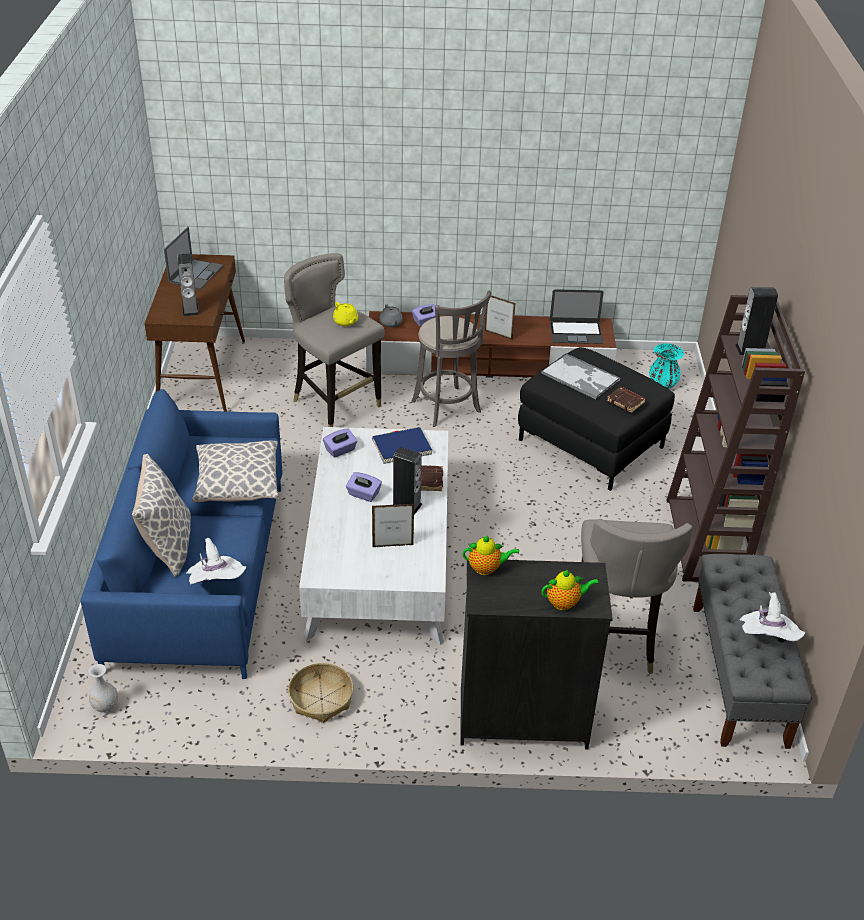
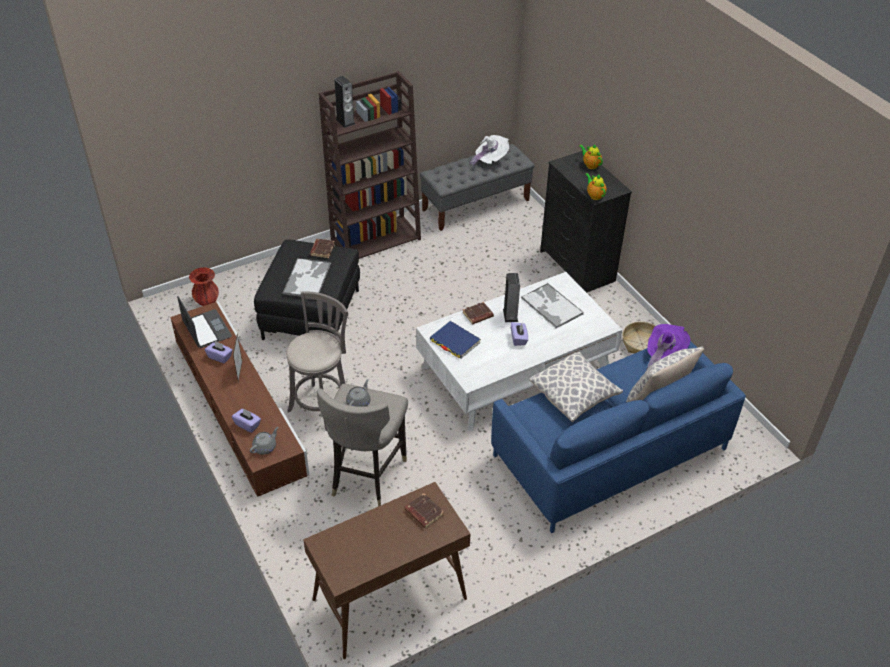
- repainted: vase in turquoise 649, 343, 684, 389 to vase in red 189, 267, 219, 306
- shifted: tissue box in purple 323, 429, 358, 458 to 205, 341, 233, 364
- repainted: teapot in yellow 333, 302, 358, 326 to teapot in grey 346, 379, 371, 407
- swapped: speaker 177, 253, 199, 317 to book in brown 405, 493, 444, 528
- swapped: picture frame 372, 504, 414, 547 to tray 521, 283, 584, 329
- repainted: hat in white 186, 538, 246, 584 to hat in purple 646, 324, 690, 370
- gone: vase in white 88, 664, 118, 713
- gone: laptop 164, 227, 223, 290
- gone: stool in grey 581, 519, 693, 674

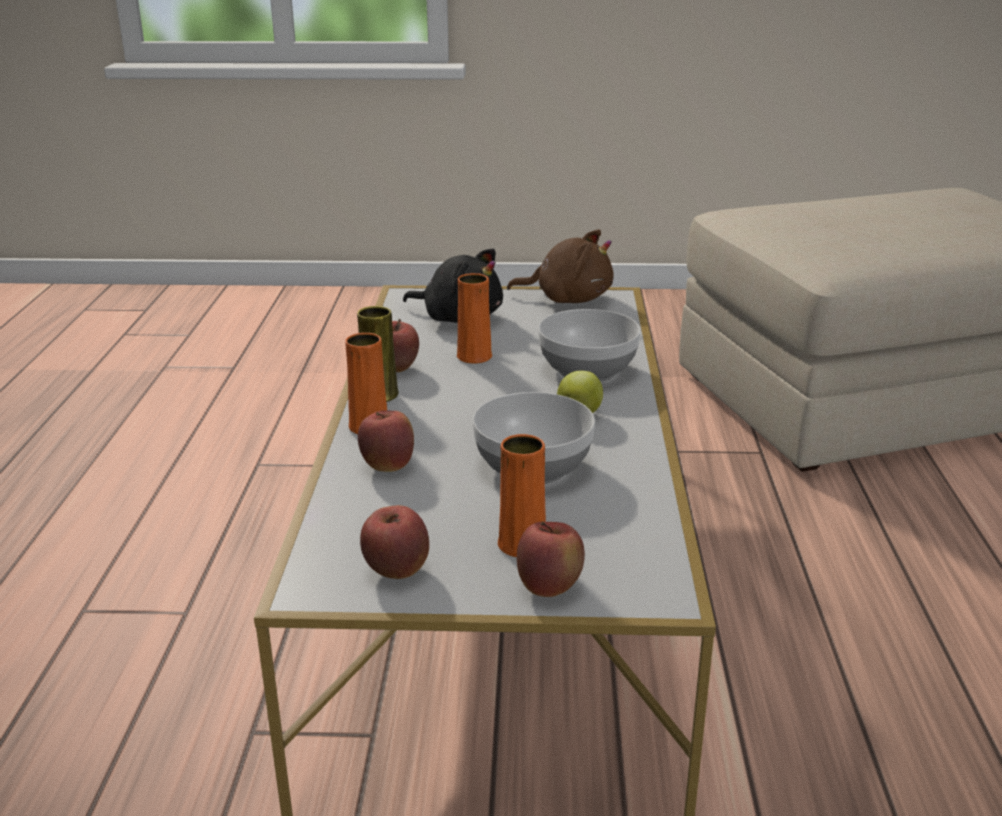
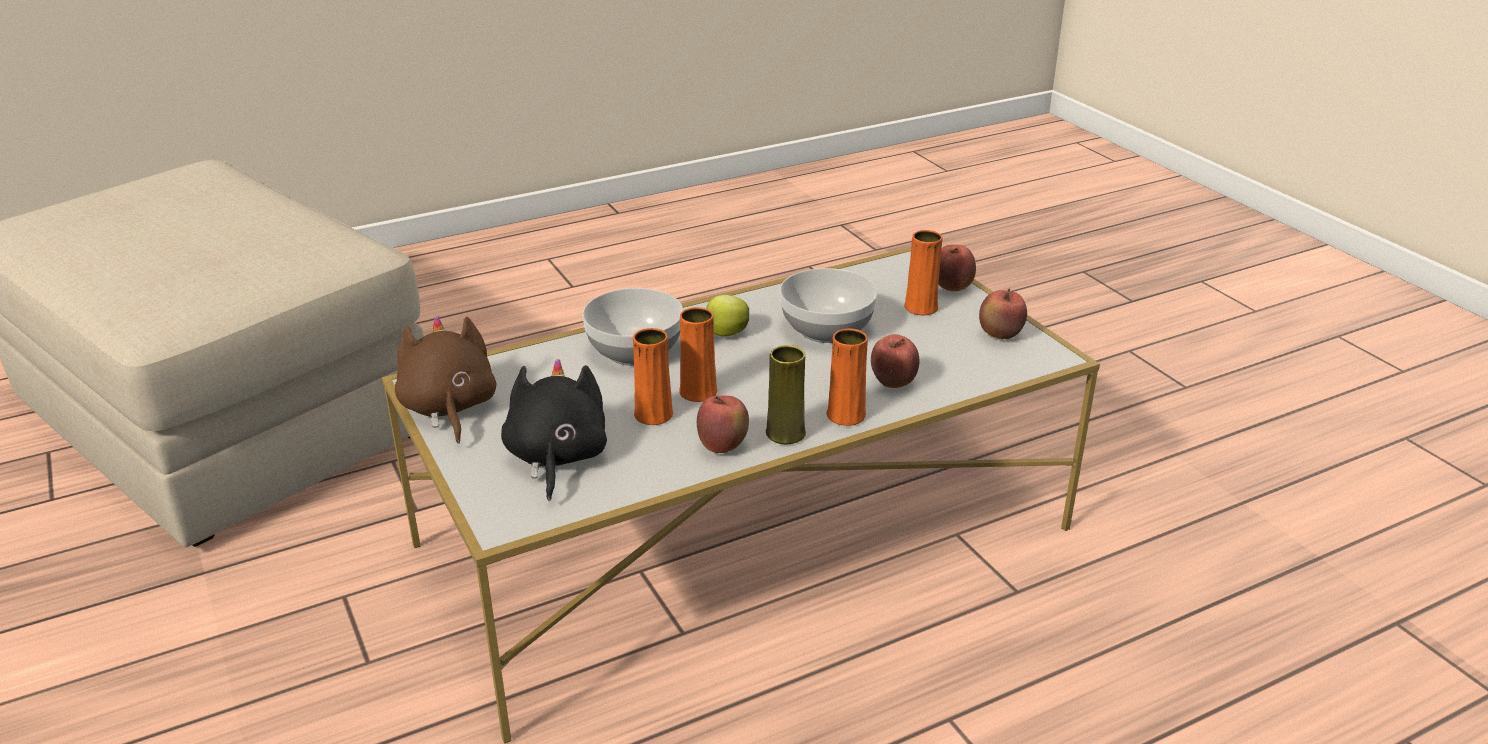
- new: vase in orange 679, 307, 717, 402

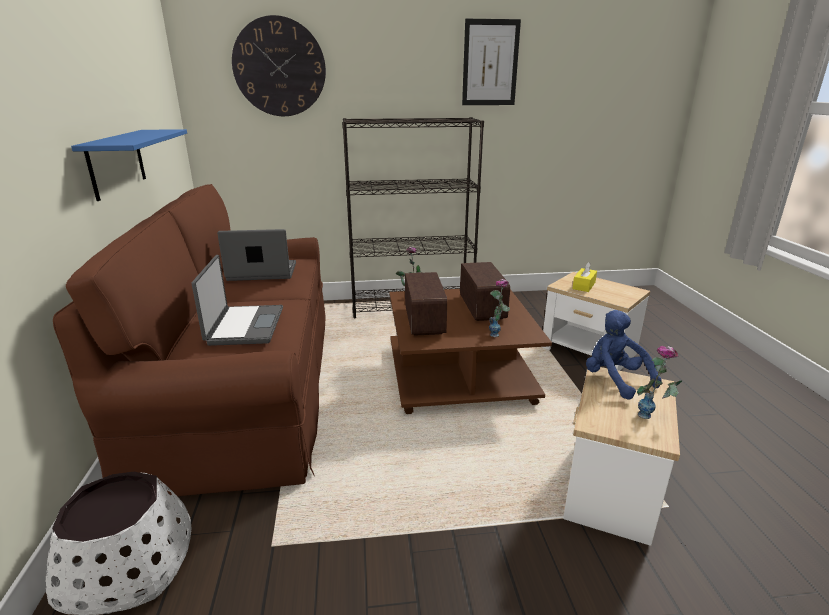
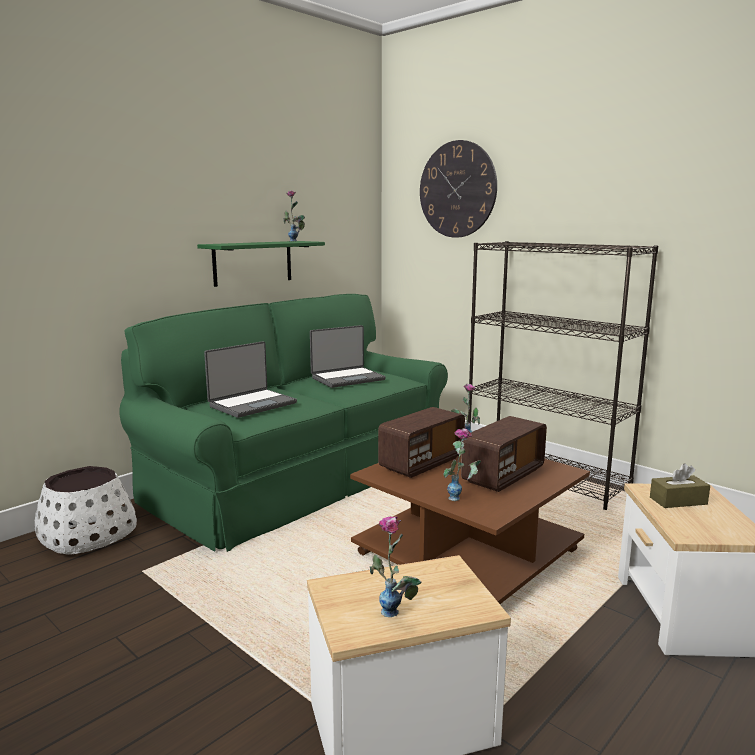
- repainted: sofa in brown 53, 184, 326, 496 to sofa in green 120, 294, 448, 552
- repainted: shelf in blue 71, 129, 187, 201 to shelf in green 197, 241, 325, 287
- new: vase 284, 190, 305, 241
- rotated: laptop 217, 229, 296, 281 = 310, 325, 386, 388 105 degrees clockwise
- repainted: tissue box in yellow 572, 262, 597, 292 to tissue box in brown 650, 463, 710, 508
- gone: picture 462, 19, 521, 105
- gone: plush toy in blue 586, 310, 662, 400

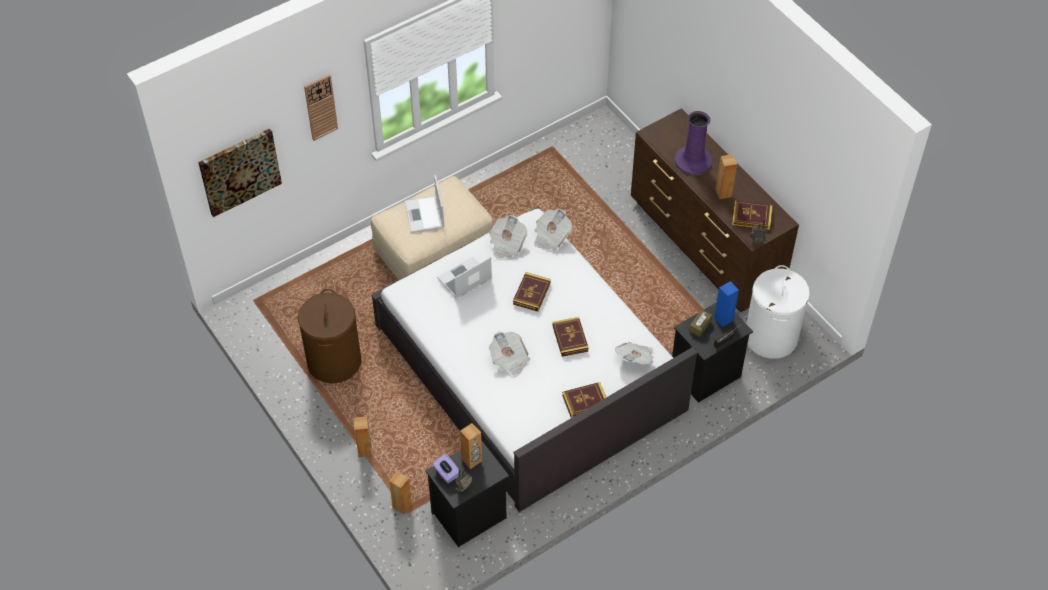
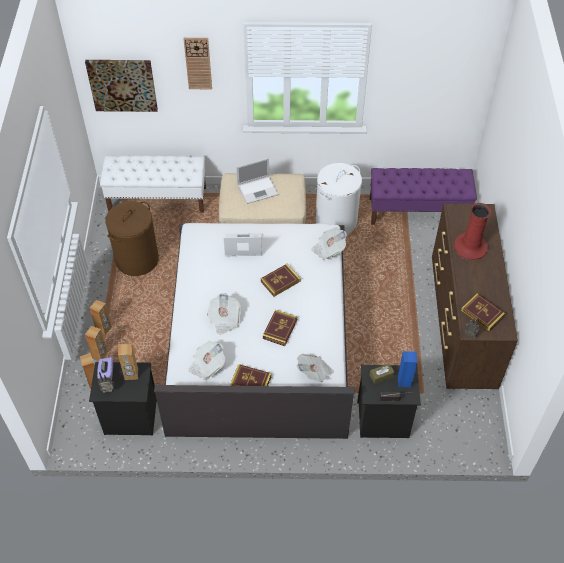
- shifted: speaker in brown 716, 154, 737, 199 to 85, 326, 107, 360
- new: bench in white 100, 155, 206, 213
- shifted: newspaper 490, 215, 528, 258 to 188, 341, 225, 380
- rotated: laptop 405, 175, 444, 233 = 236, 158, 279, 204 135 degrees counterclockwise
- shifted: laundry basket in white 746, 265, 810, 359 to 316, 163, 362, 234
- new: bench in purple 370, 168, 477, 225
- repainted: vase in purple 675, 111, 712, 175 to vase in red 454, 203, 491, 260

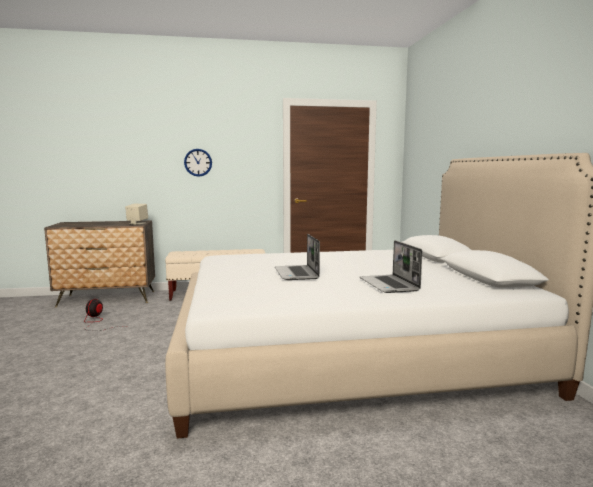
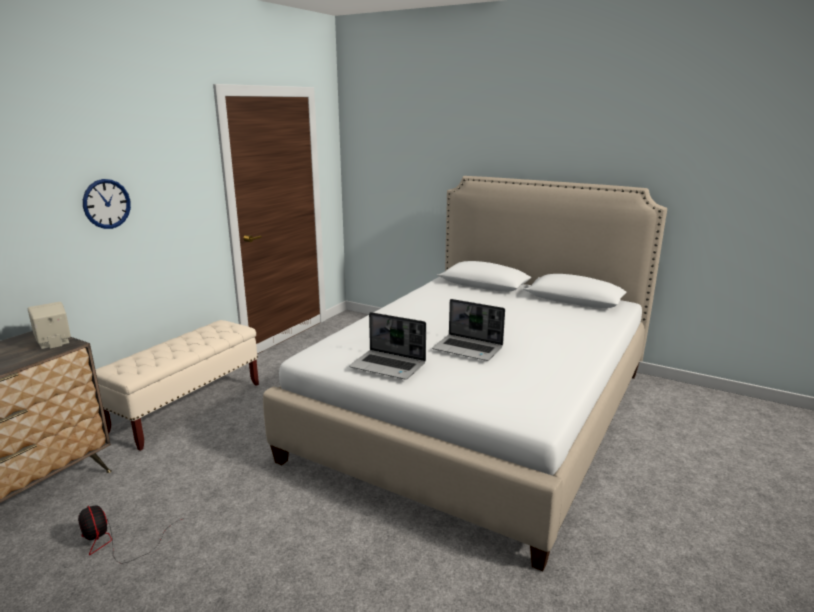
- shifted: laptop 360, 240, 422, 293 to 349, 312, 426, 380

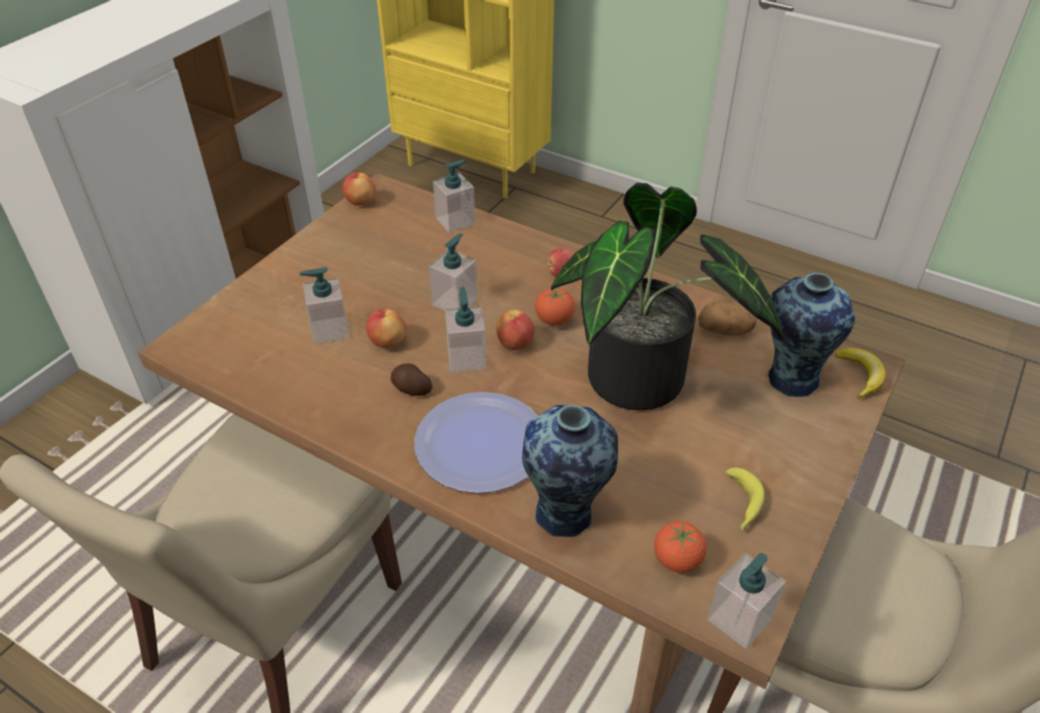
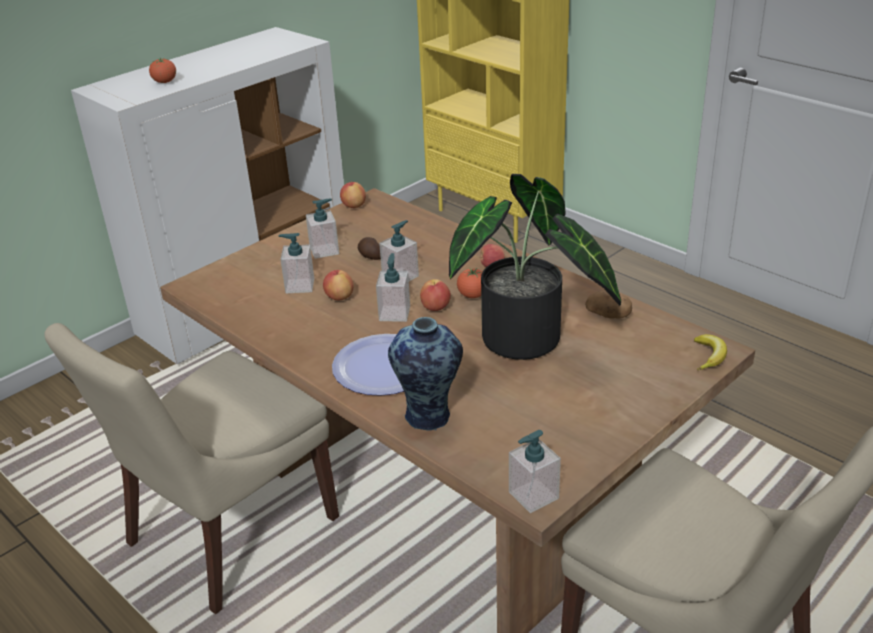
- shifted: tomato 654, 521, 707, 573 to 149, 58, 176, 83
- shifted: soap dispenser 433, 159, 475, 233 to 306, 199, 339, 259
- shifted: potato 391, 364, 432, 396 to 358, 237, 381, 260
- gone: banana 725, 468, 765, 530
- gone: vase 766, 273, 855, 397

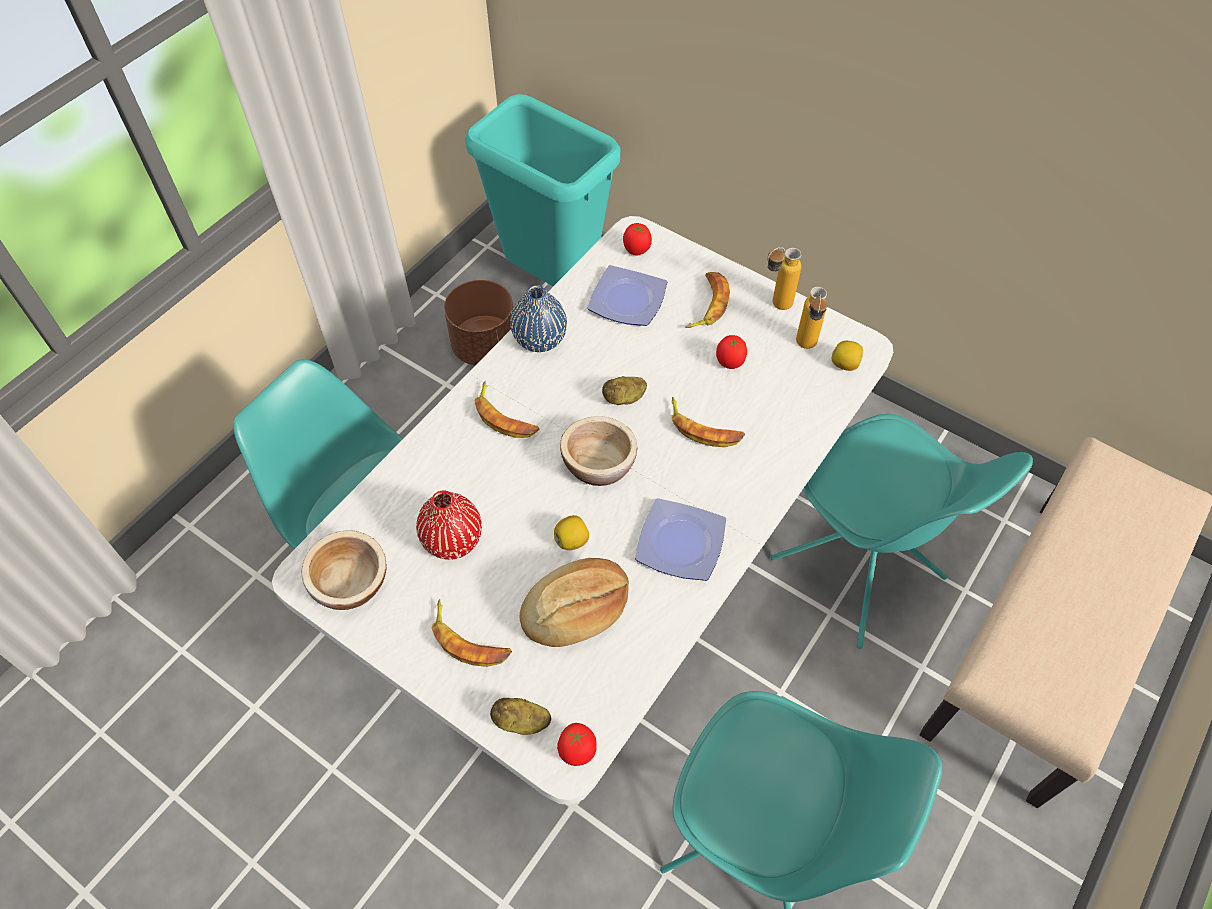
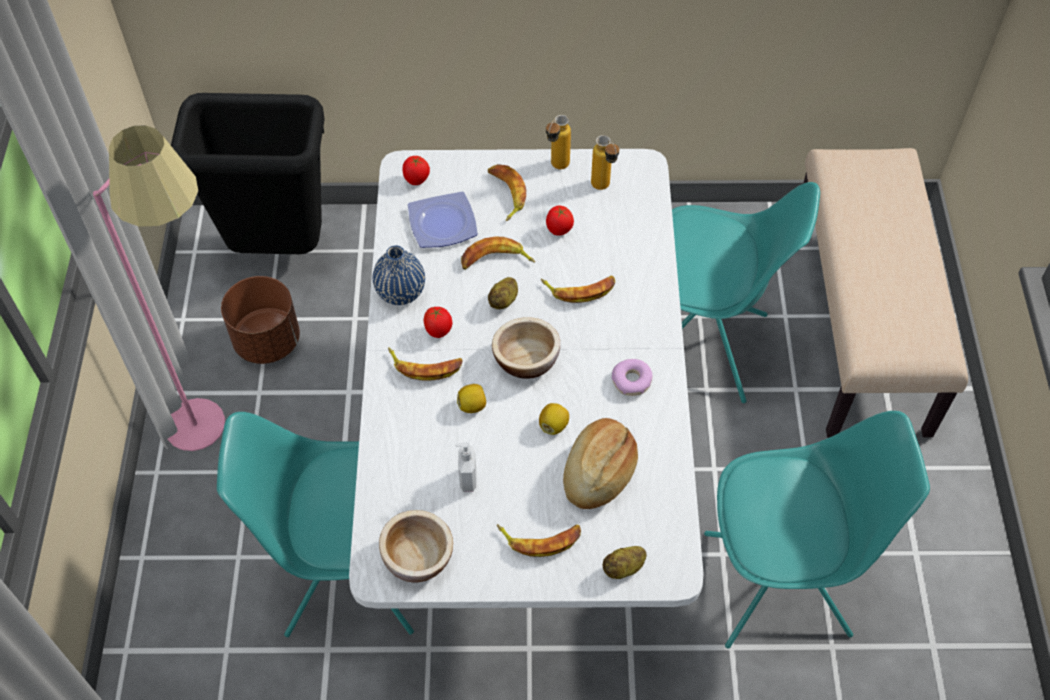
- new: floor lamp in pink 93, 125, 225, 451
- repainted: trash can in turquoise 465, 94, 621, 286 to trash can in black 171, 93, 325, 254
- shifted: tomato 557, 723, 597, 766 to 424, 307, 452, 338
- swapped: vase in red 416, 491, 482, 560 to soap dispenser 455, 442, 476, 492
- shifted: lemon 832, 341, 863, 371 to 457, 384, 486, 413
- new: banana 461, 237, 535, 270
- swapped: plate 635, 498, 726, 581 to donut 612, 359, 652, 396

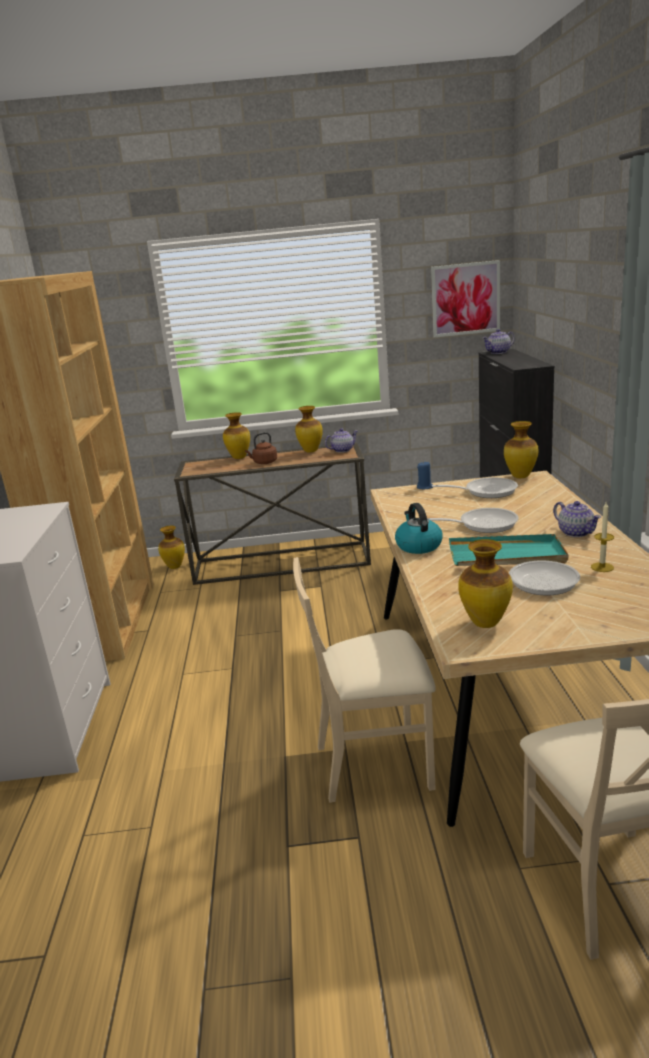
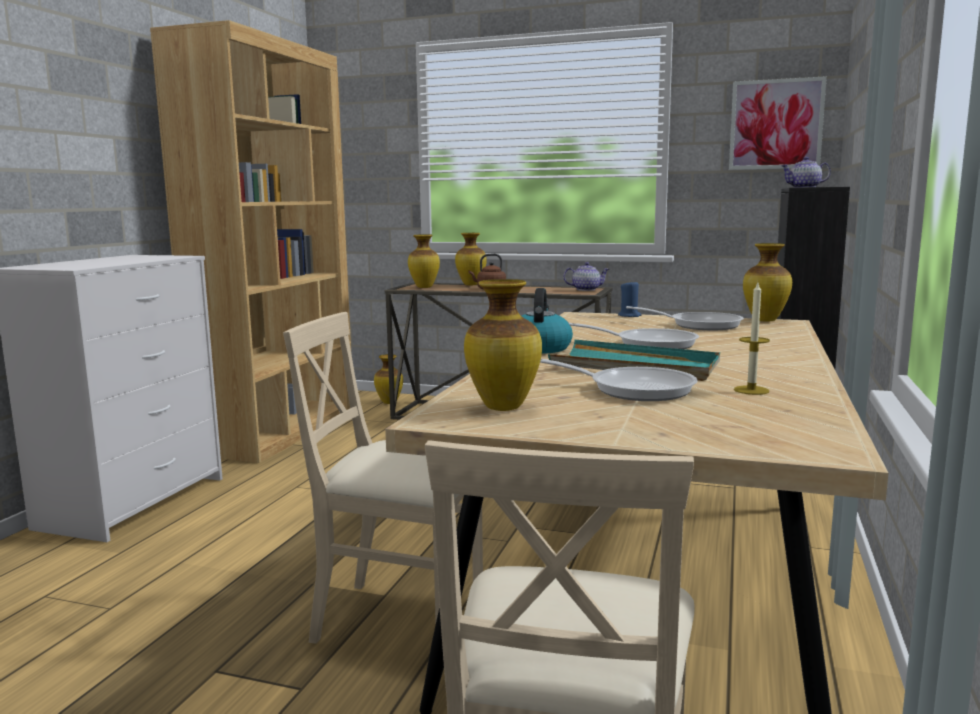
- shifted: vase 295, 406, 323, 453 to 408, 234, 440, 288
- gone: teapot 553, 501, 601, 537

